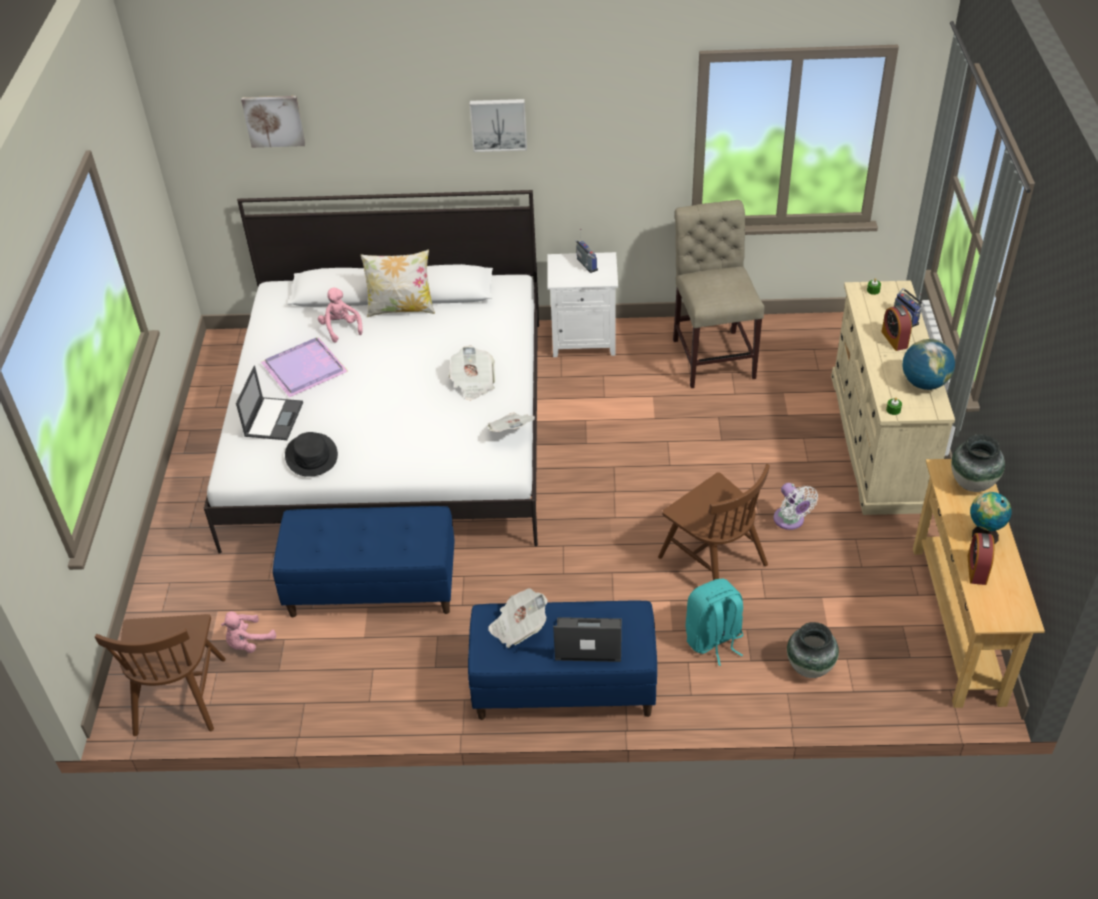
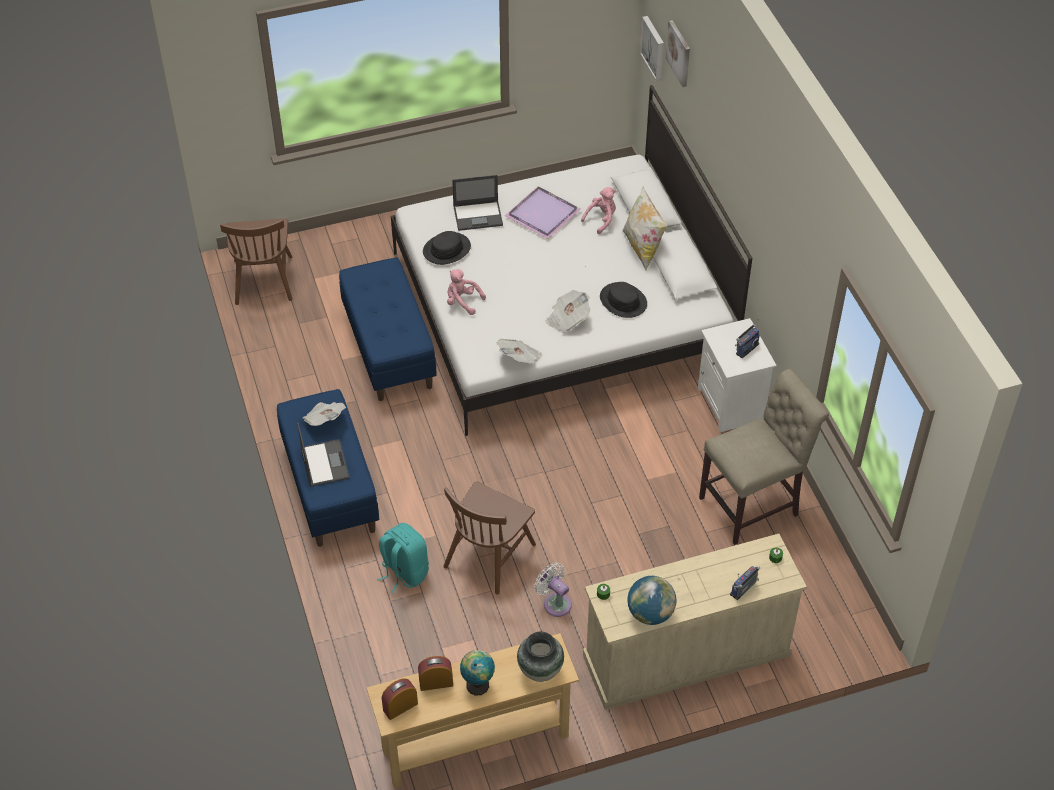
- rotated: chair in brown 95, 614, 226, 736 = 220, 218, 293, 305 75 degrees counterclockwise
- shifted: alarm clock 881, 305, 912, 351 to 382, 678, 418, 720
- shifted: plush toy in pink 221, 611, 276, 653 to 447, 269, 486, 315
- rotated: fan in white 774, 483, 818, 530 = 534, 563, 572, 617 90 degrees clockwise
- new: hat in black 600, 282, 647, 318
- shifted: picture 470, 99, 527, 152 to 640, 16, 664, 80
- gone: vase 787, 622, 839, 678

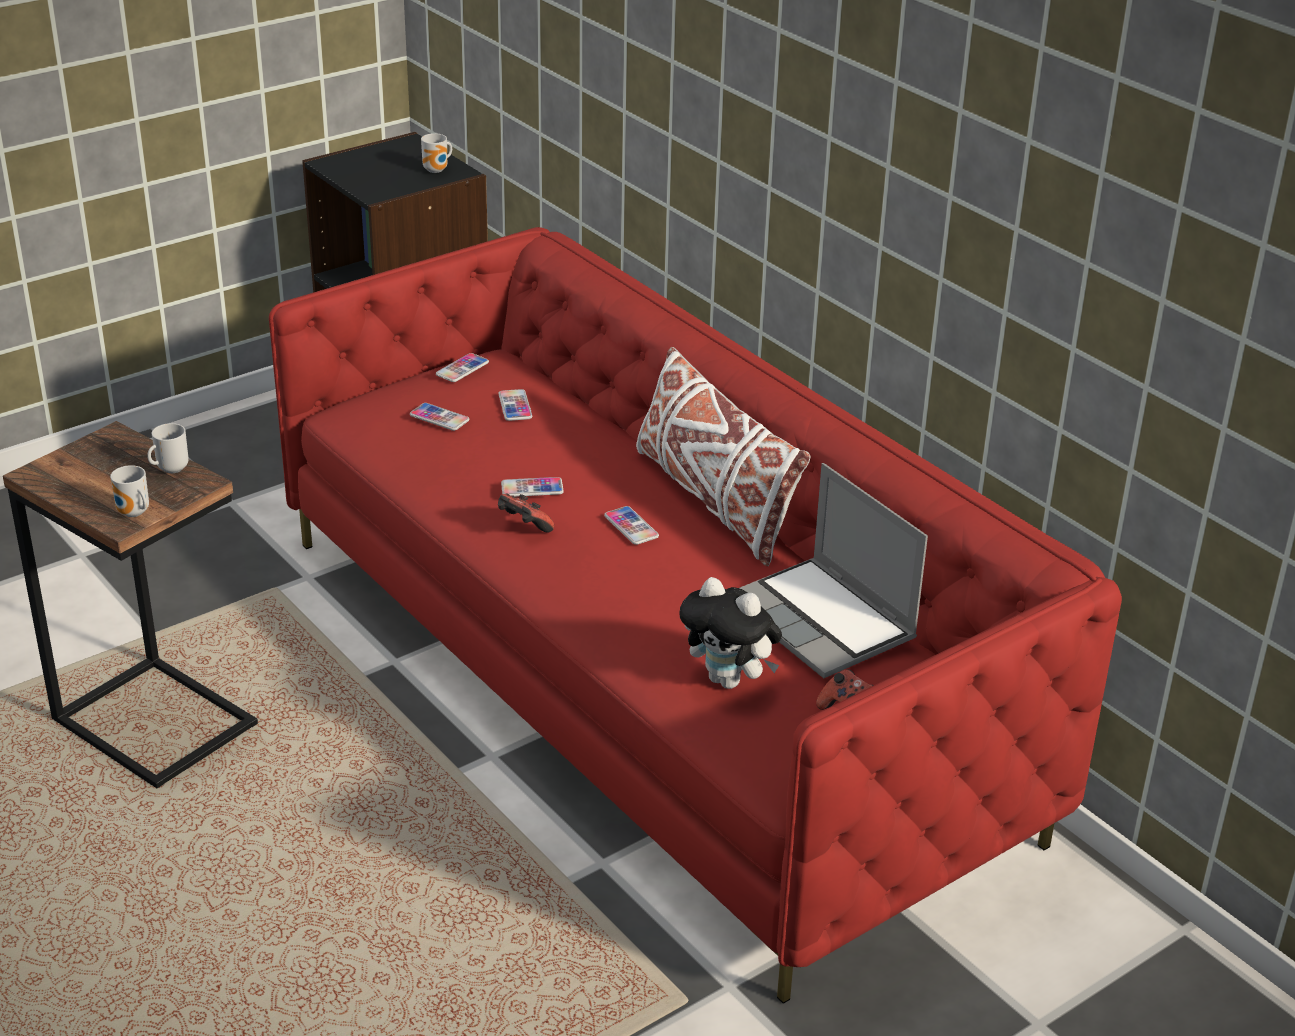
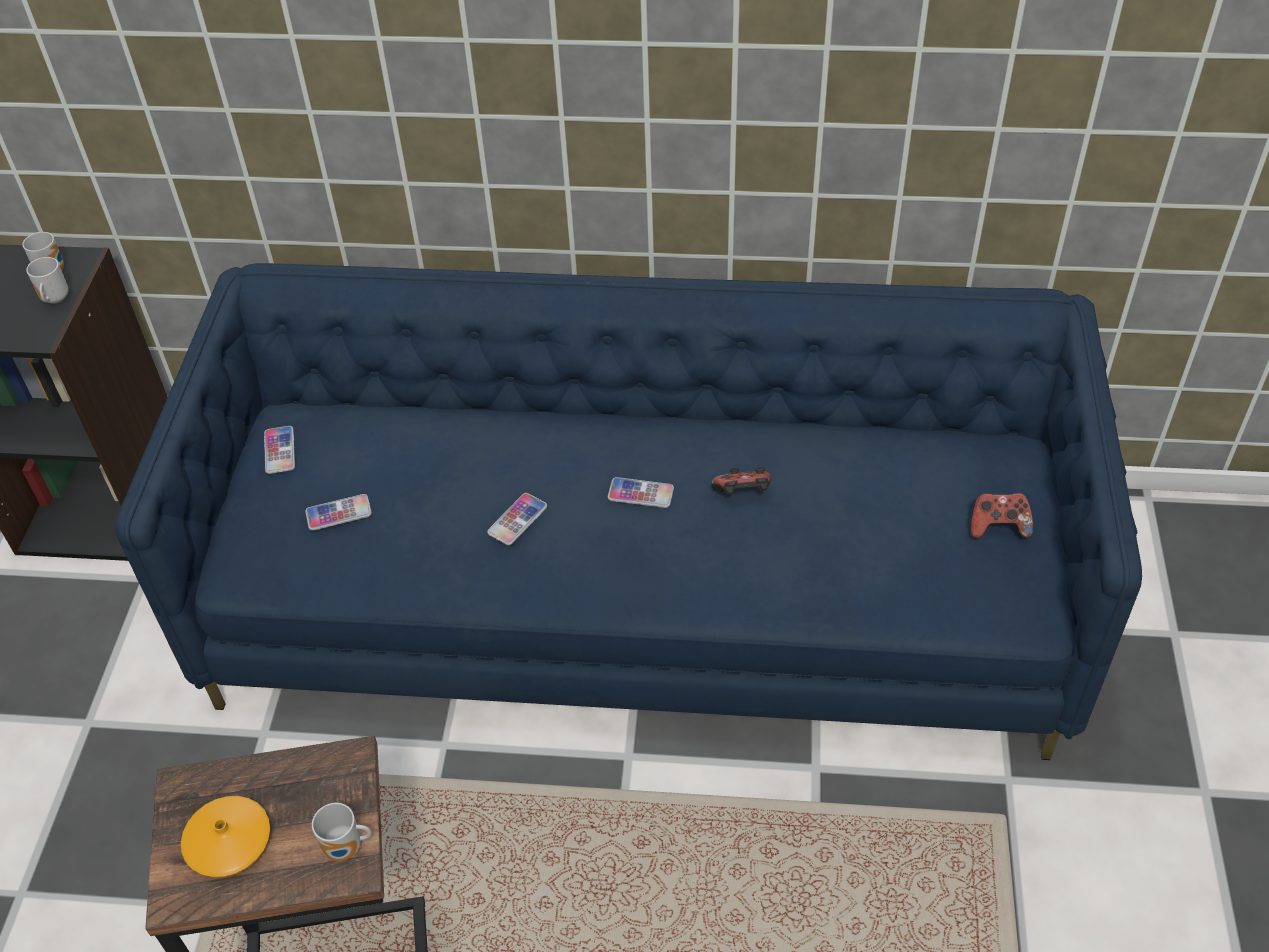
- shifted: mug 147, 423, 189, 473 to 26, 257, 69, 304
- repainted: sofa in red 269, 227, 1122, 1004 to sofa in blue 115, 263, 1142, 760
- new: vase in orange 181, 796, 270, 878
- shifted: game controller 498, 493, 554, 532 to 711, 468, 771, 495
- gone: phone 498, 389, 532, 421
- gone: pillow in white 636, 347, 810, 566
- gone: plush toy 679, 577, 782, 689
- gone: laptop 740, 463, 928, 678

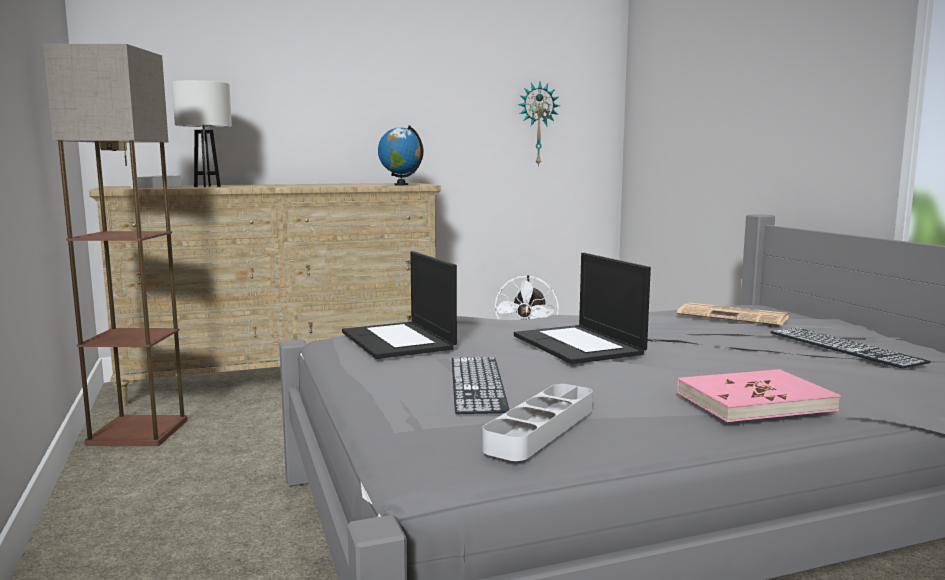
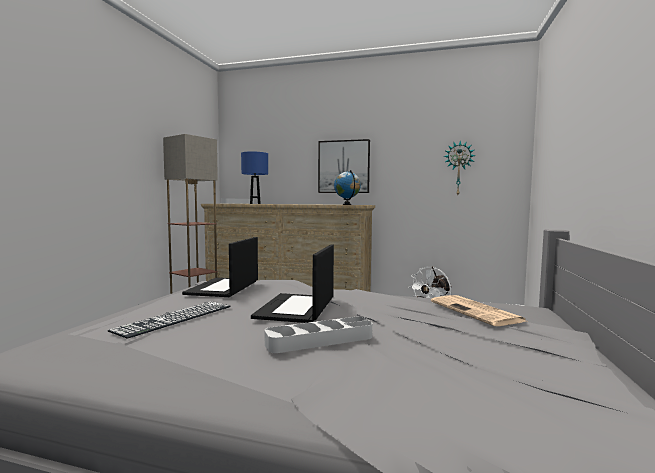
- repainted: table lamp in white 172, 80, 232, 187 to table lamp in blue 241, 151, 268, 204
- shifted: tray in grey 482, 384, 593, 461 to 265, 317, 372, 353
- new: picture 318, 139, 370, 193
- gone: book in pink 677, 369, 841, 422
- gone: keyboard 770, 328, 931, 368

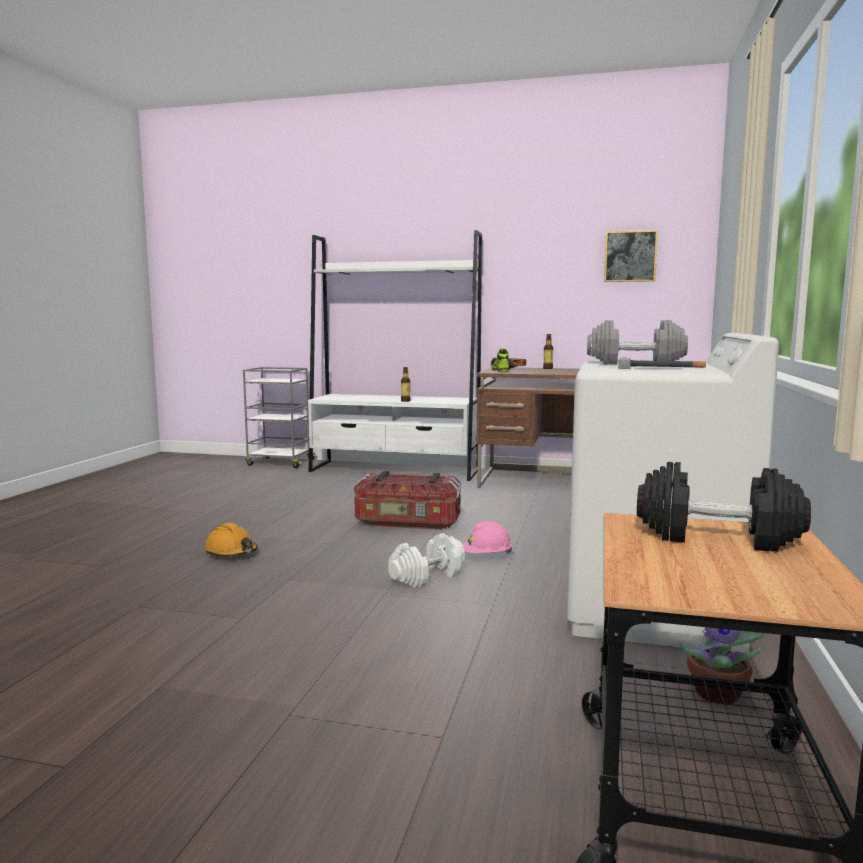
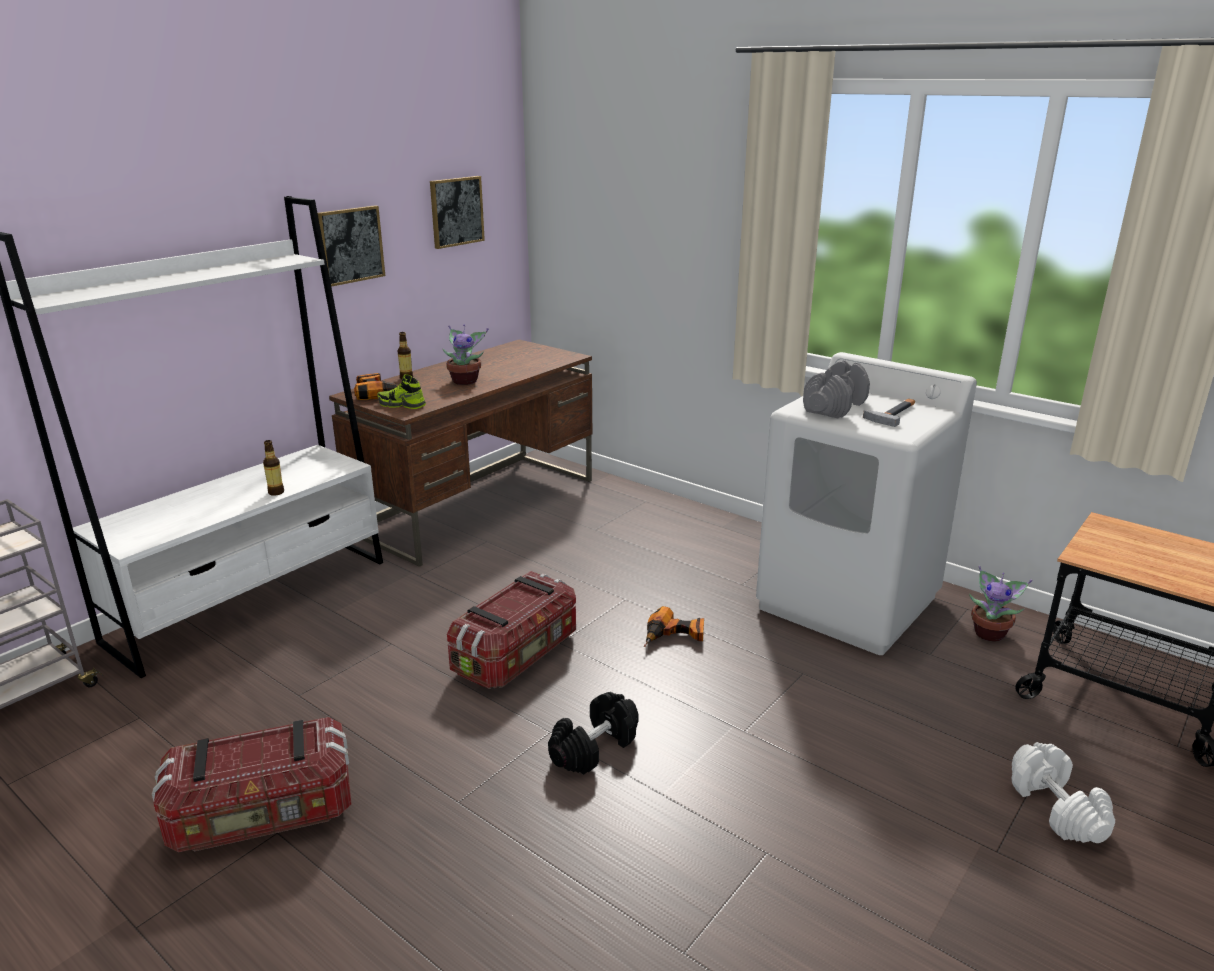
- new: storage box 152, 717, 351, 852
- new: picture 318, 205, 385, 287
- new: potted plant 442, 325, 488, 385
- shifted: dumbbell in black 637, 462, 811, 552 to 548, 692, 639, 775
- swapped: hard hat in pink 462, 521, 513, 554 to power drill 644, 606, 704, 647
- shifted: dumbbell in white 388, 533, 465, 588 to 1011, 742, 1115, 843
- gone: hard hat in orange 205, 523, 258, 557

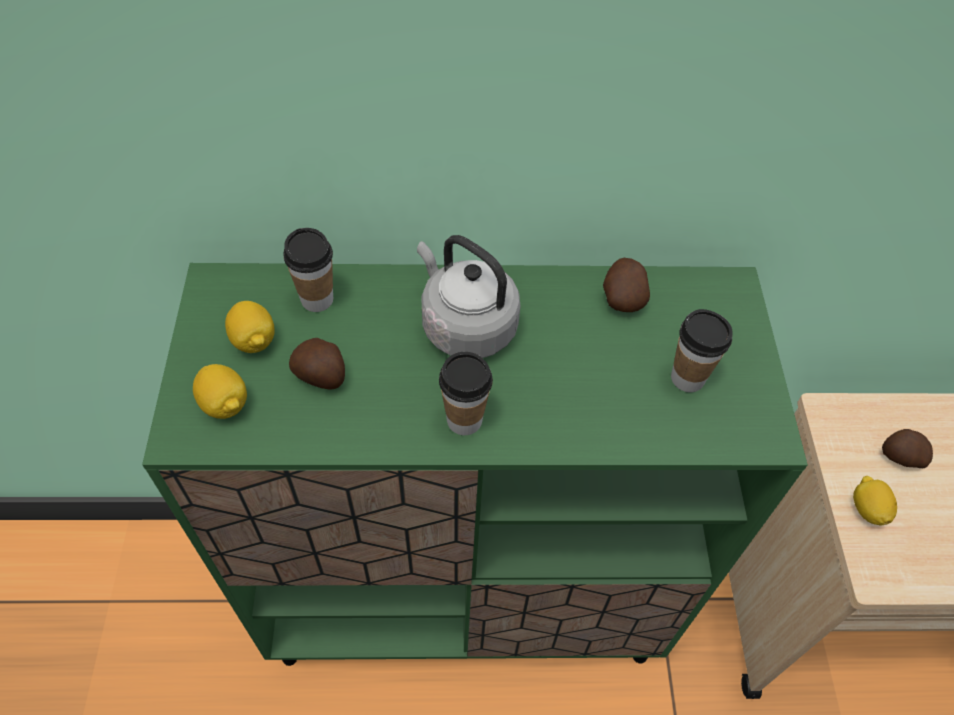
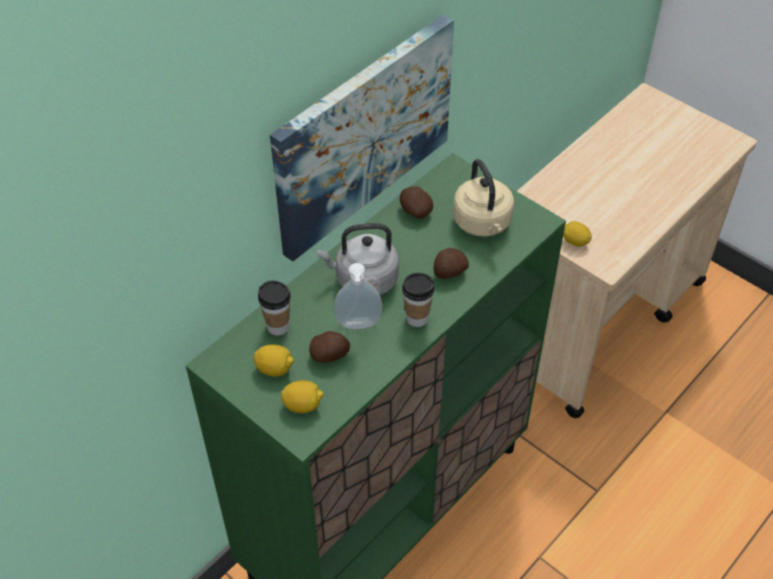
- new: picture 270, 14, 454, 261
- new: soap dispenser 334, 263, 382, 329
- shifted: potato 882, 429, 933, 468 to 434, 248, 469, 279
- swapped: cup 671, 309, 733, 392 to kettle in beige 453, 159, 514, 237

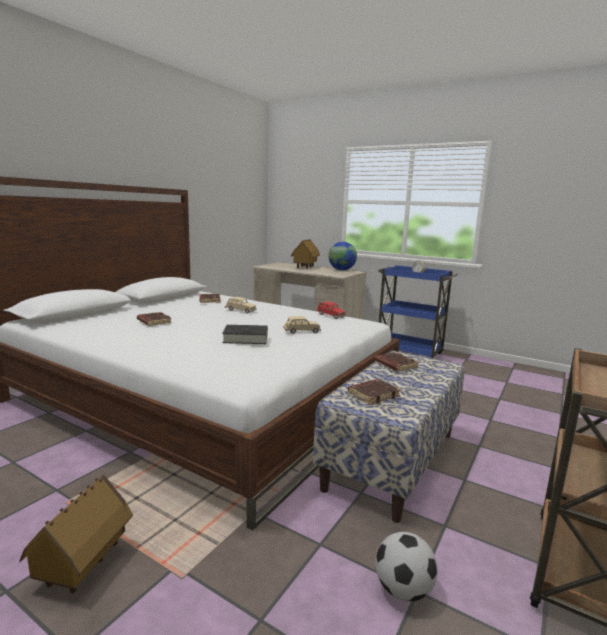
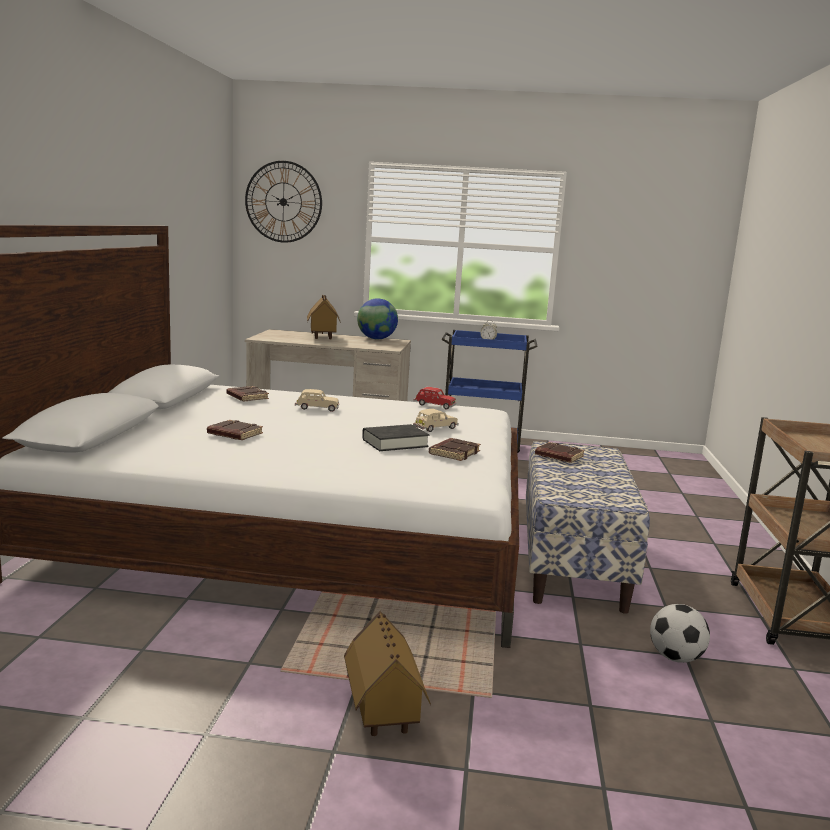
- new: wall clock 245, 161, 322, 243
- shifted: book in brown 348, 379, 401, 405 to 429, 438, 481, 461

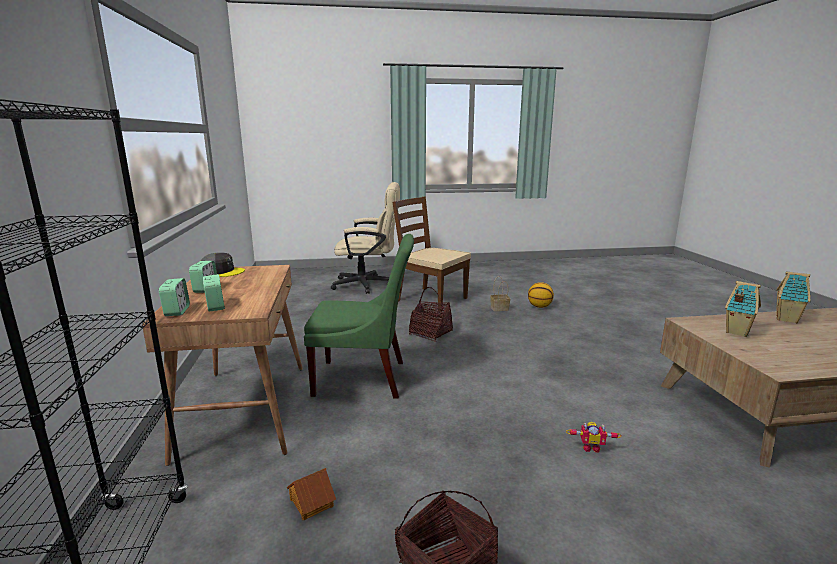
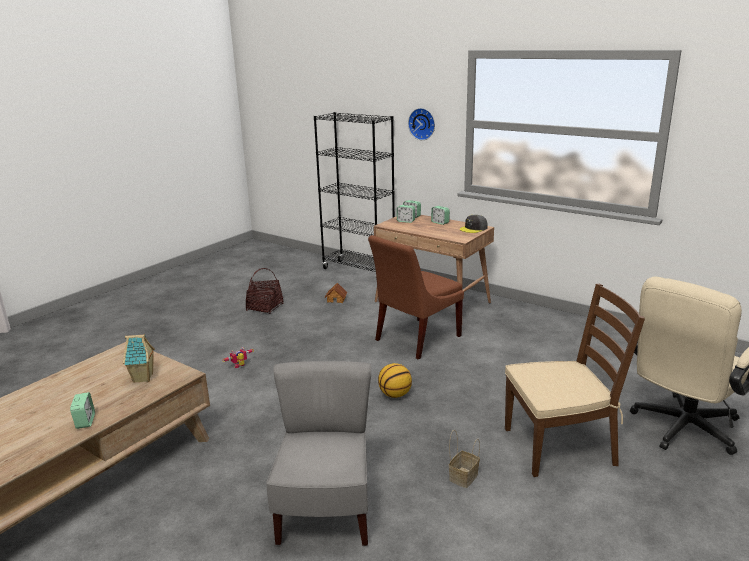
- swapped: toy house 776, 271, 811, 323 to alarm clock 70, 392, 95, 429
- new: chair in grey 267, 361, 371, 546
- repainted: chair in green 304, 234, 414, 399 to chair in brown 368, 235, 464, 359
- shifted: basketball 528, 282, 554, 308 to 378, 363, 412, 398
- new: wall clock 408, 108, 435, 140
- gone: basket 409, 287, 453, 342

